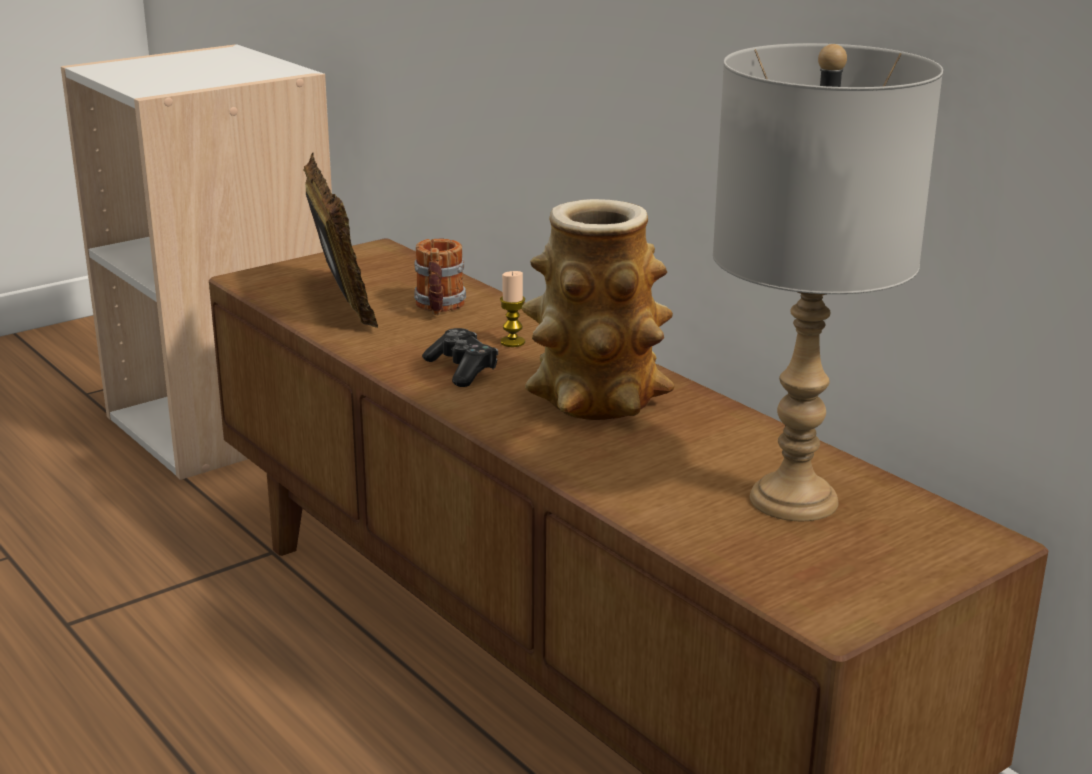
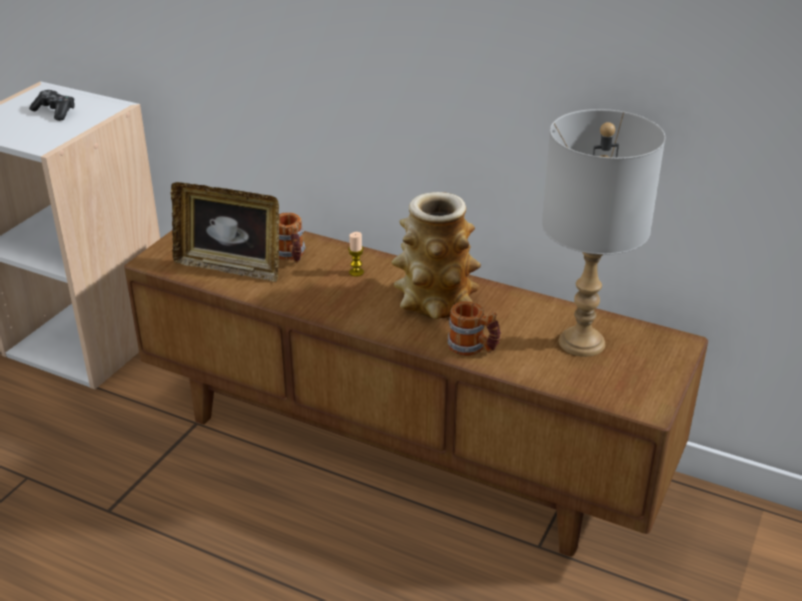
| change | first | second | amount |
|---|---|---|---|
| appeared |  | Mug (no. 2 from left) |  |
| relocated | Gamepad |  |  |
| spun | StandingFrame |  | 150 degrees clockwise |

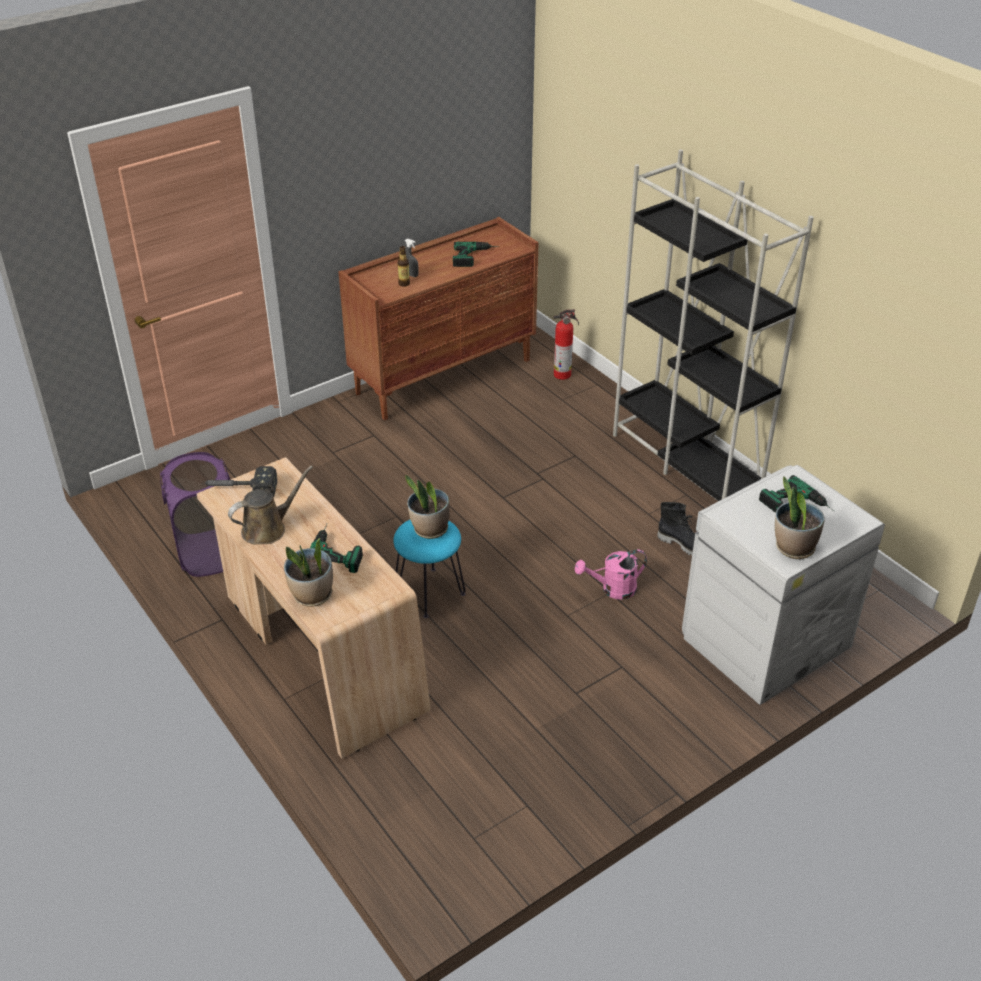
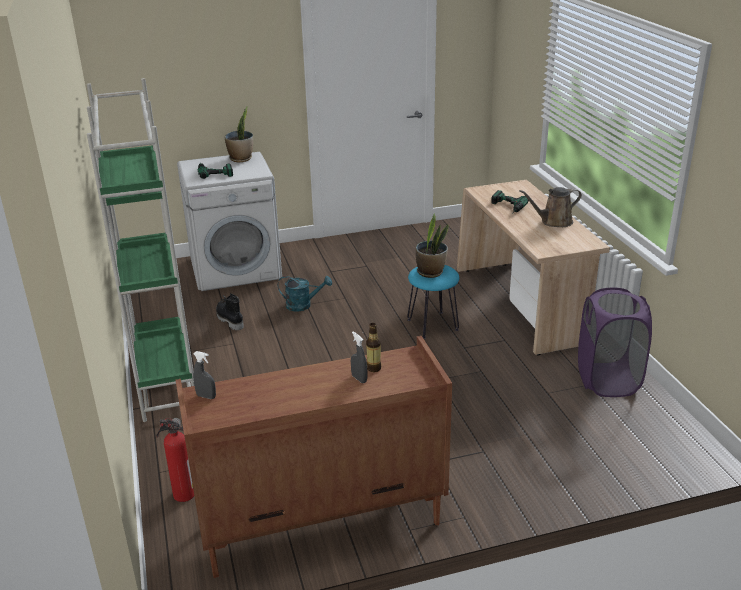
| change | first | second | amount |
|---|---|---|---|
| missing | HandHammer |  |  |
| missing | PlantInAPot (no. 1 from left) |  |  |
| missing | ElectricDrill (no. 2 from left) |  |  |
| appeared |  | GraySprayBottle (no. 1 from left) |  |
| colour | PinkishSprinklingCan | TurquoiseColouredSprinklingCan |  |
| colour | BlackShelvingUnit | GreenShelvingUnit |  |

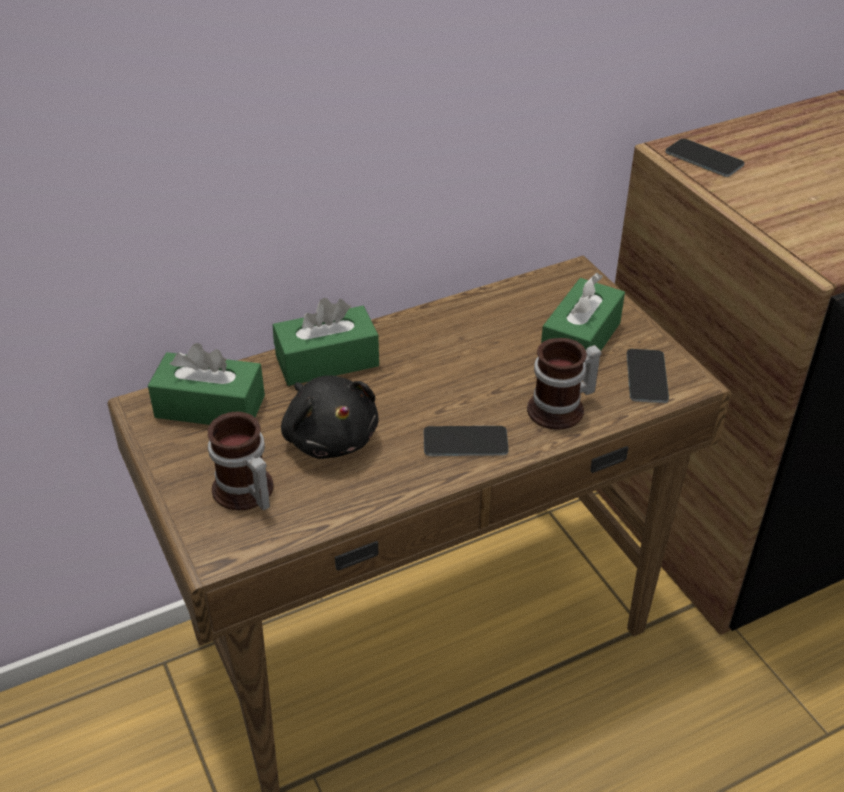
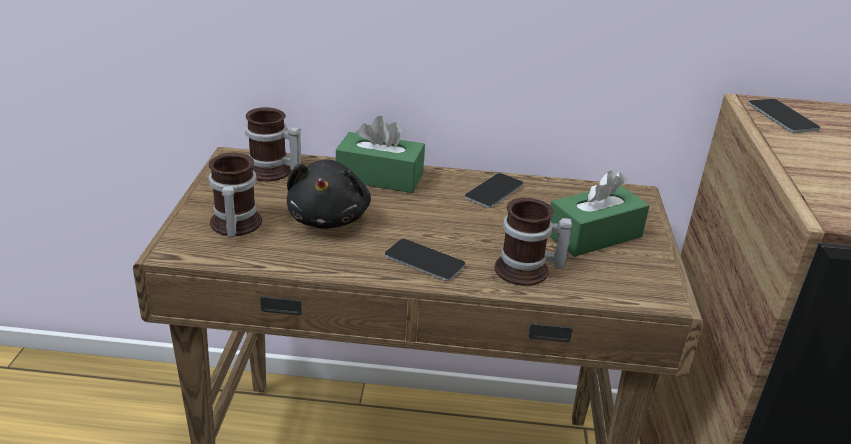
| change | first | second | amount |
|---|---|---|---|
| relocated | Telephone (no. 2 from left) |  |  |
| exchanged | GreenBoxOfTissues (no. 1 from left) | Mug (no. 2 from left) |  |

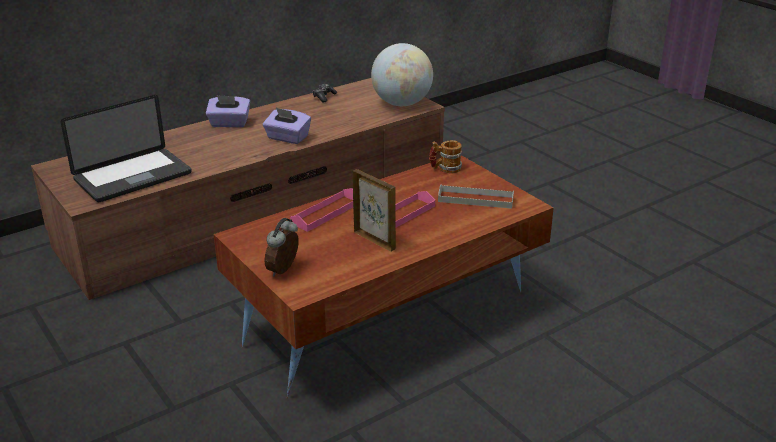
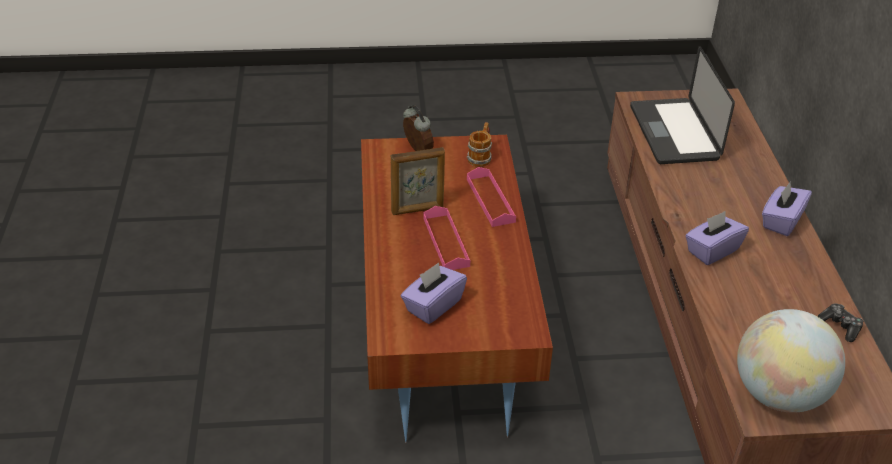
| change | first | second | amount |
|---|---|---|---|
| relocated | Mug |  |  |
| exchanged | GrayTray | PurpleColouredBoxOfTissues (no. 1 from left) |  |

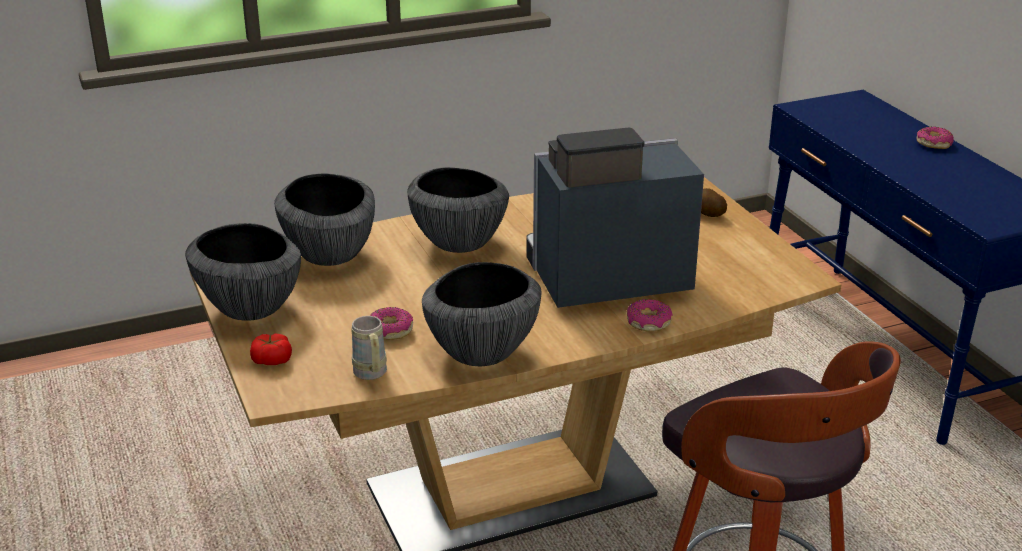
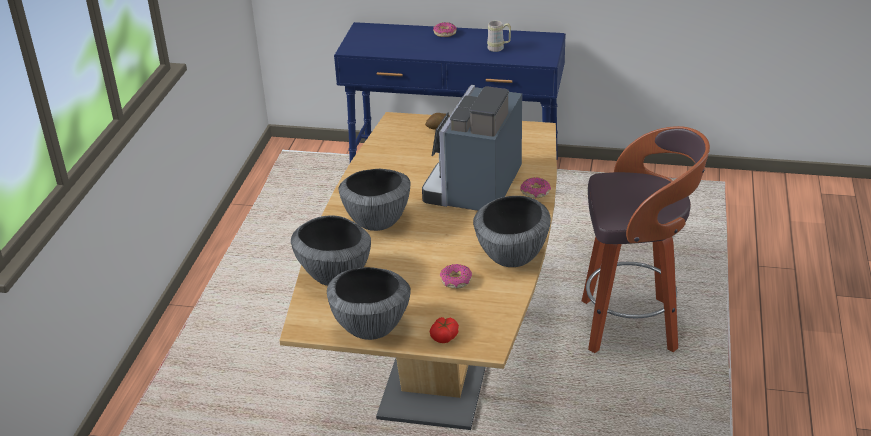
| change | first | second | amount |
|---|---|---|---|
| relocated | SandColouredMug |  |  |

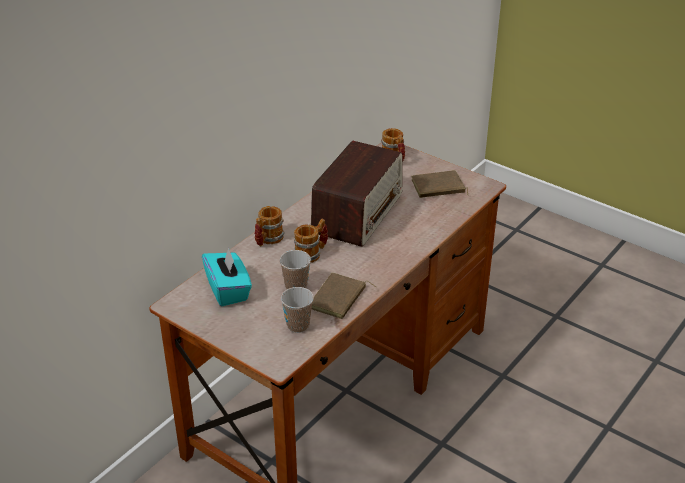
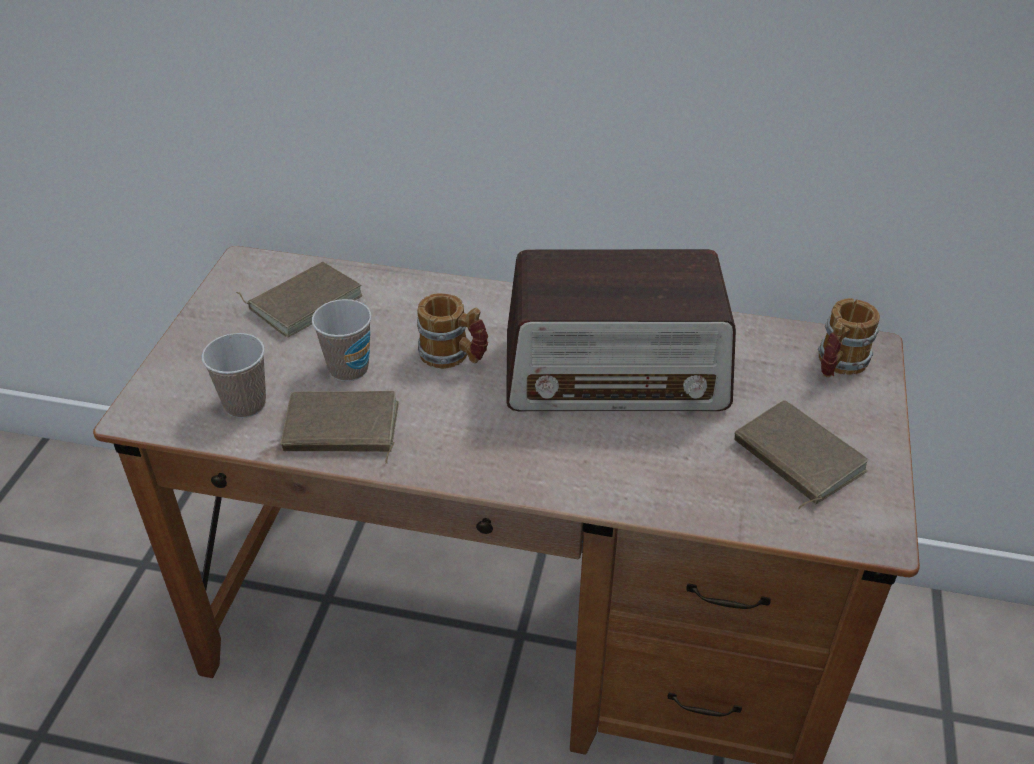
| change | first | second | amount |
|---|---|---|---|
| missing | Mug (no. 1 from left) |  |  |
| exchanged | TurquoiseColouredBoxOfTissues | BrownishVolume (no. 1 from left) |  |

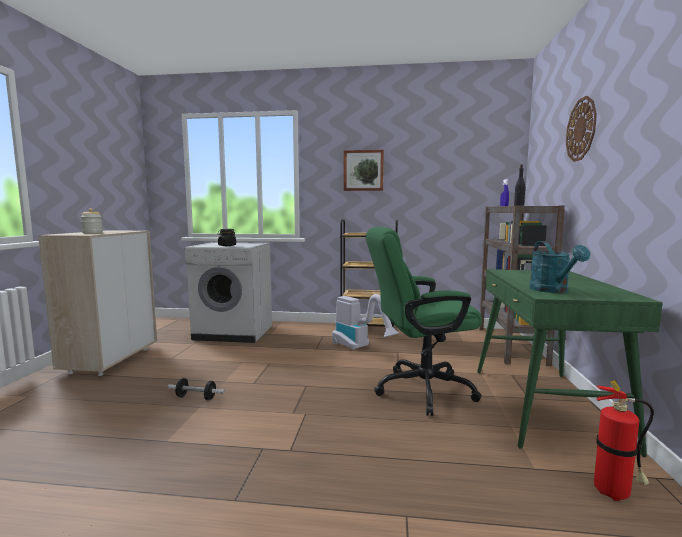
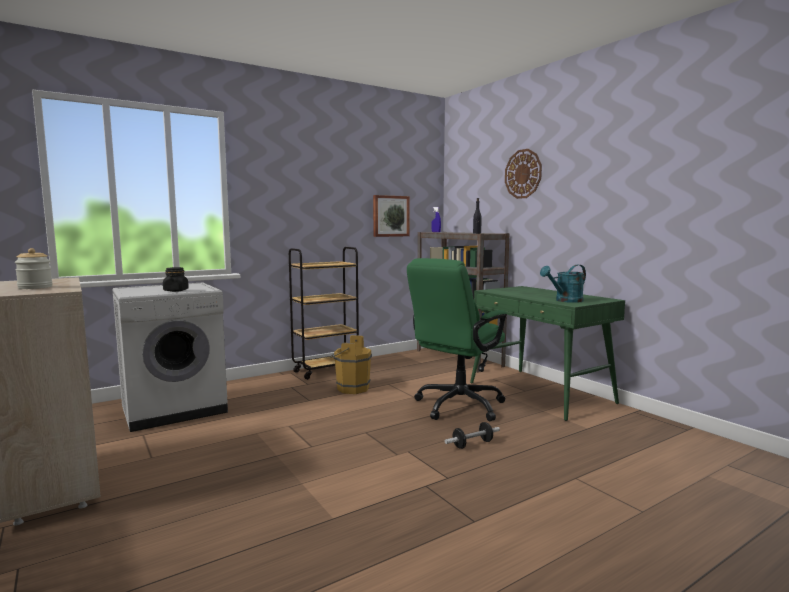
| change | first | second | amount |
|---|---|---|---|
| missing | FireExtinguisher |  |  |
| relocated | Dumbbell |  |  |
| relocated | WallArt |  |  |
| exchanged | Vacuum | BrownishBucket |  |
| spun | TurquoiseColouredSprinklingCan |  | 105 degrees clockwise |

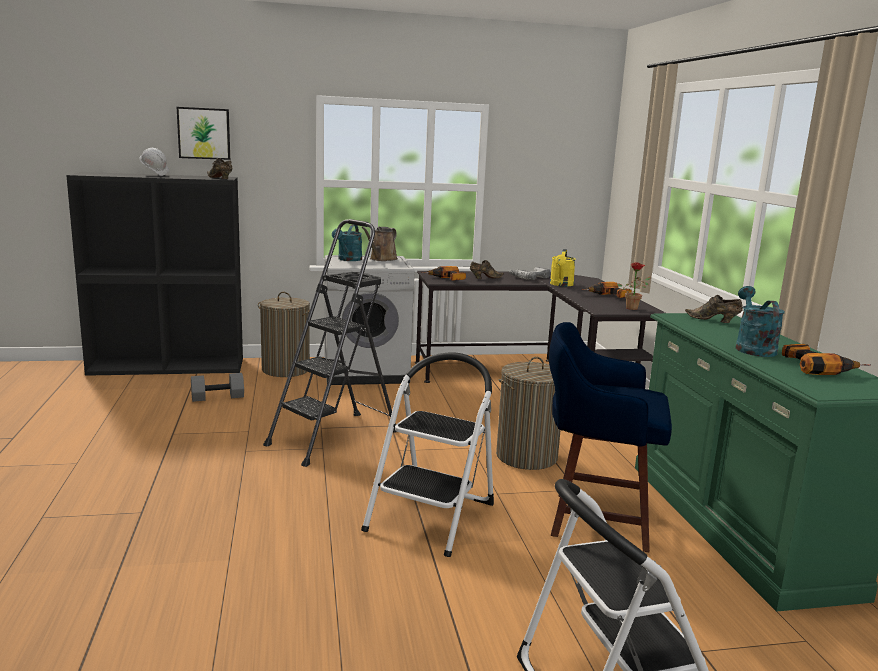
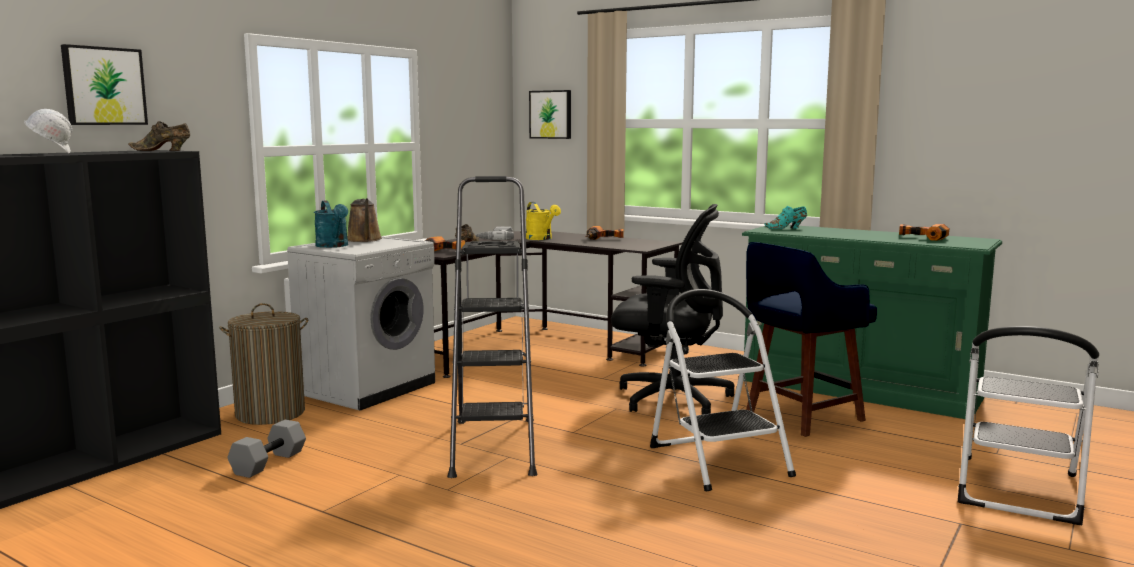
| change | first | second | amount |
|---|---|---|---|
| missing | PlantInAPot |  |  |
| missing | TurquoiseColouredSprinklingCan (no. 2 from left) |  |  |
| appeared |  | WallArt (no. 2 from left) |  |
| exchanged | Hamper (no. 2 from left) | BlackDeskChair |  |
| colour | BrownishShoe (no. 3 from left) | TurquoiseColouredShoe |  |

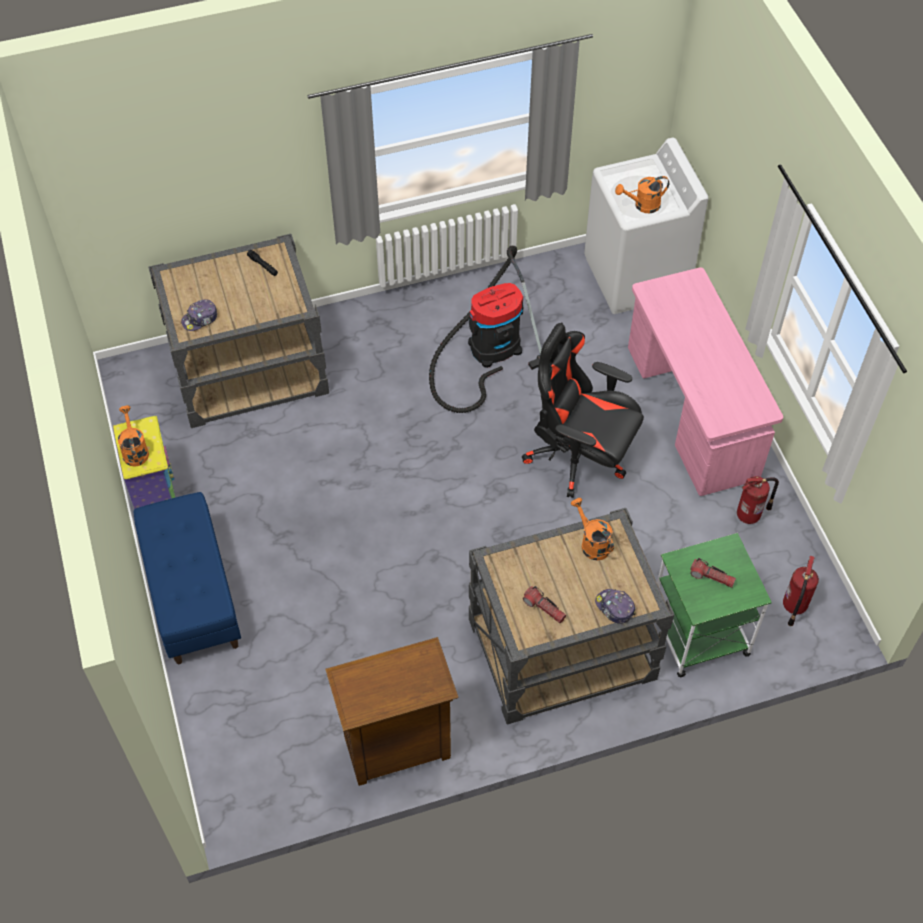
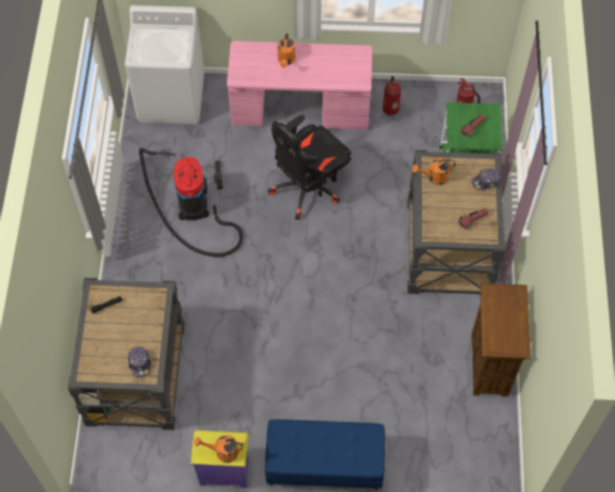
| change | first | second | amount |
|---|---|---|---|
| relocated | OrangeSprinklingCan (no. 3 from left in the first image) | OrangeSprinklingCan (no. 2 from left) |  |

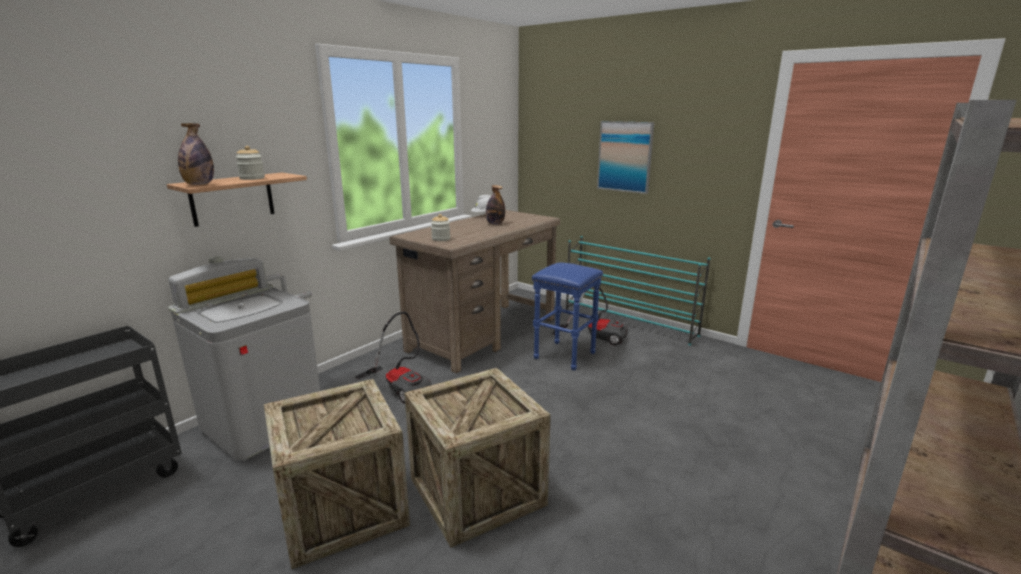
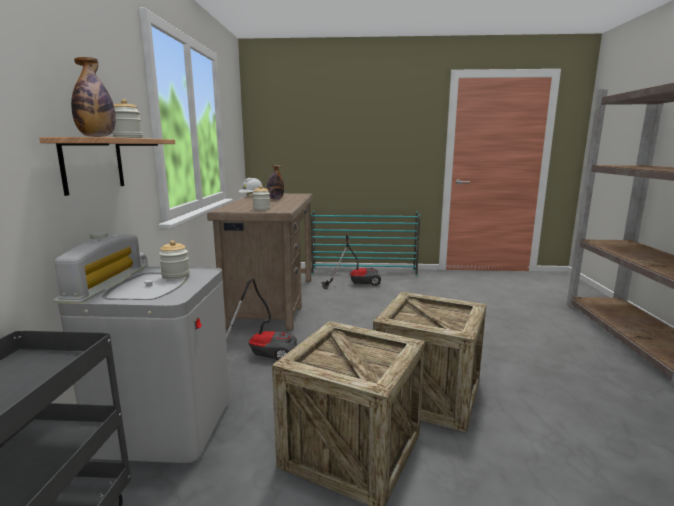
| change | first | second | amount |
|---|---|---|---|
| missing | BluishStool |  |  |
| missing | WallArt |  |  |
| appeared |  | Jar (no. 2 from left) |  |

